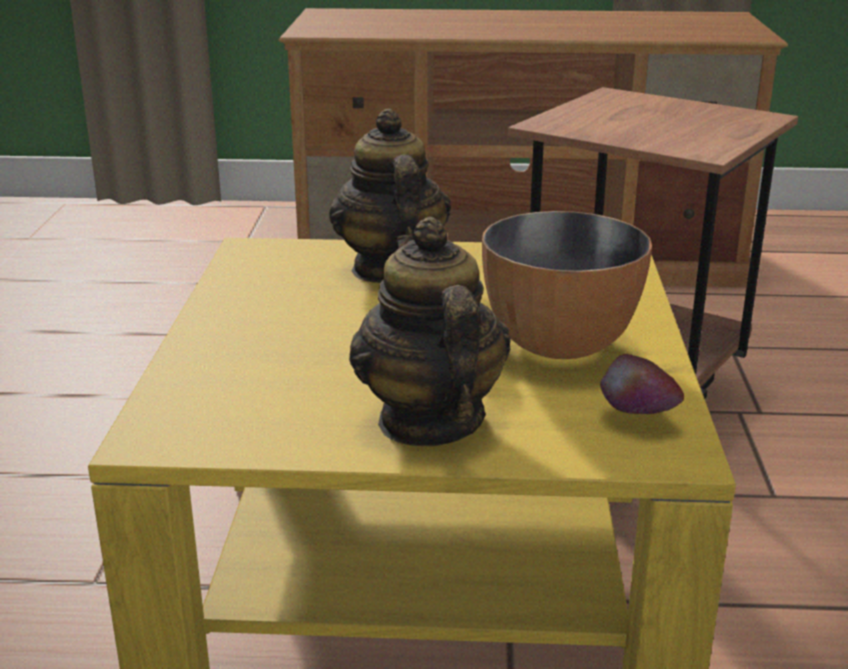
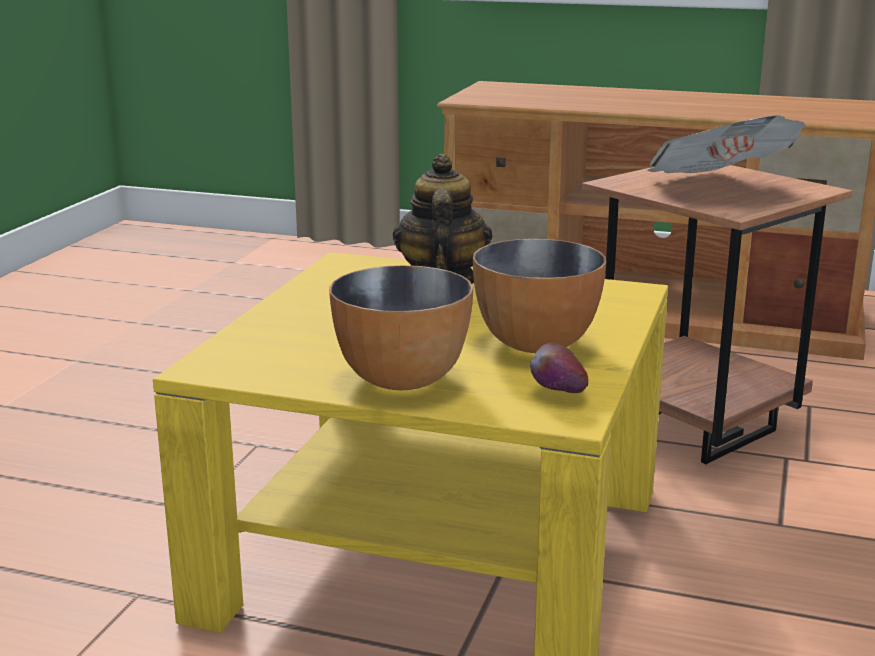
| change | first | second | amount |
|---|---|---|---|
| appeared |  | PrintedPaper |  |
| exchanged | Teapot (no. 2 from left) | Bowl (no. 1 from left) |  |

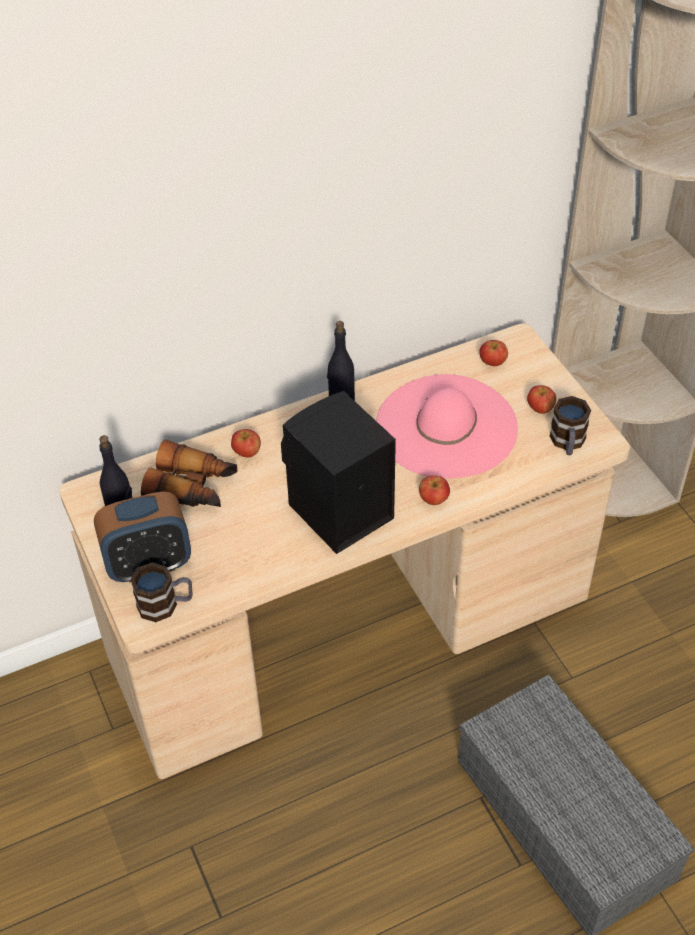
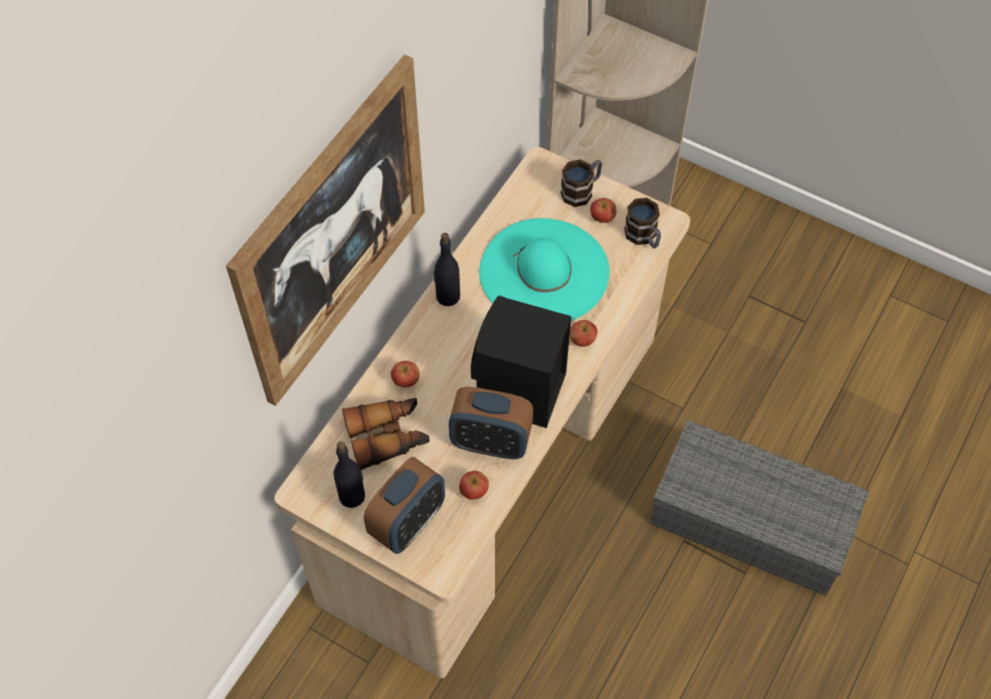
| change | first | second | amount |
|---|---|---|---|
| appeared |  | WallArt |  |
| appeared |  | TableClock (no. 2 from left) |  |
| relocated | Mug (no. 1 from left) |  |  |
| relocated | WholeApple (no. 3 from left in the first image) | WholeApple (no. 2 from left) |  |
| colour | PinkishWearableHat | TurquoiseColouredWearableHat |  |

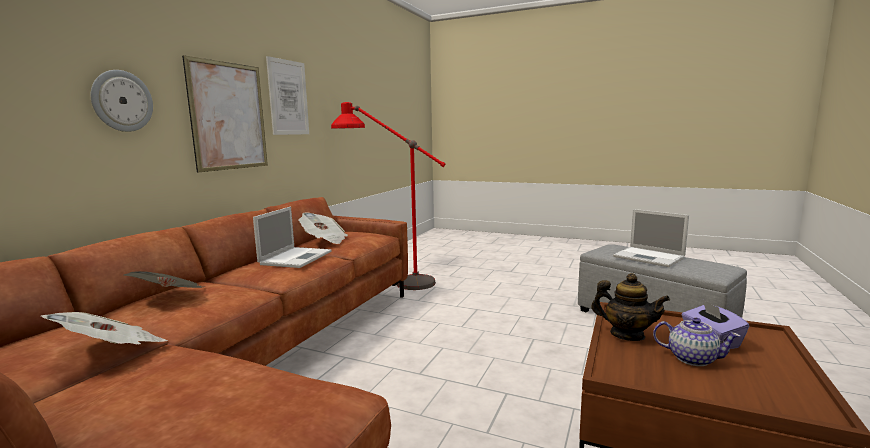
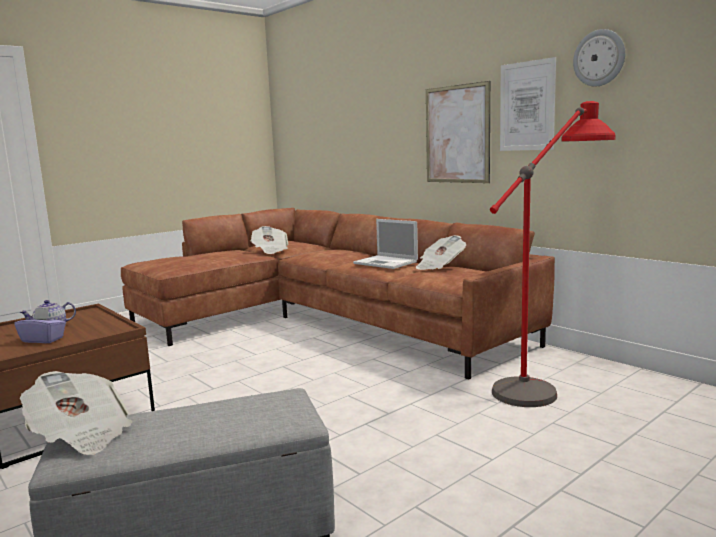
| change | first | second | amount |
|---|---|---|---|
| missing | Teapot (no. 1 from left) |  |  |
| missing | NotebookComputer (no. 2 from left) |  |  |
| relocated | ClockOnTheWall |  |  |
| relocated | PrintedPaper (no. 2 from left in the first image) | PrintedPaper (no. 1 from left) |  |

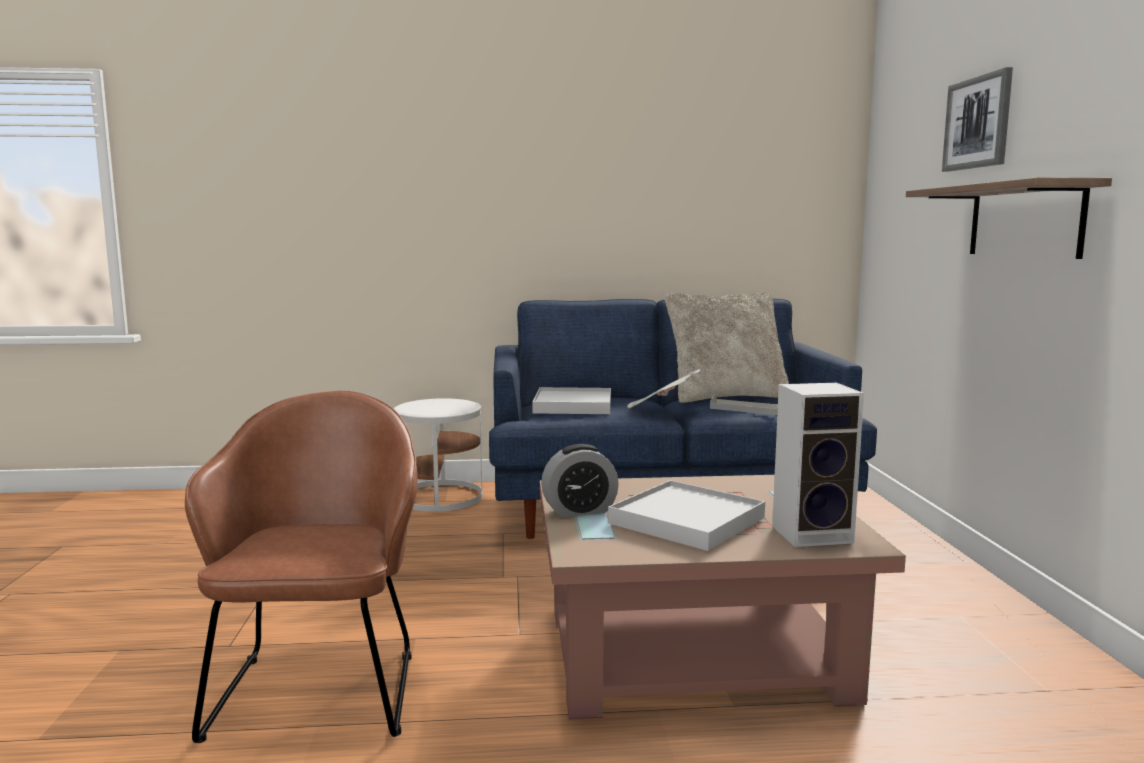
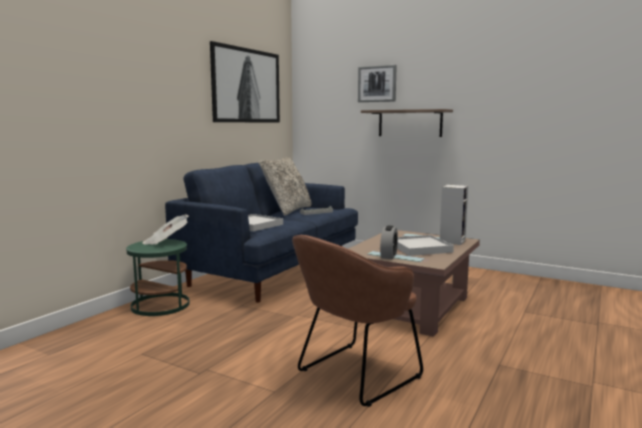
| change | first | second | amount |
|---|---|---|---|
| appeared |  | WallArt (no. 1 from left) |  |
| relocated | PrintedPaper |  |  |
| colour | WhiteColouredEndTable | GreenEndTable |  |
| spun | BrownishArmchair |  | 75 degrees counterclockwise |

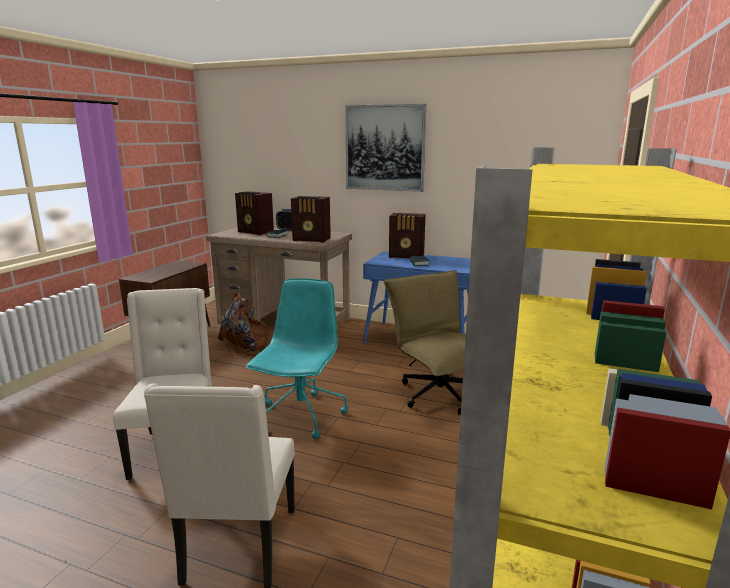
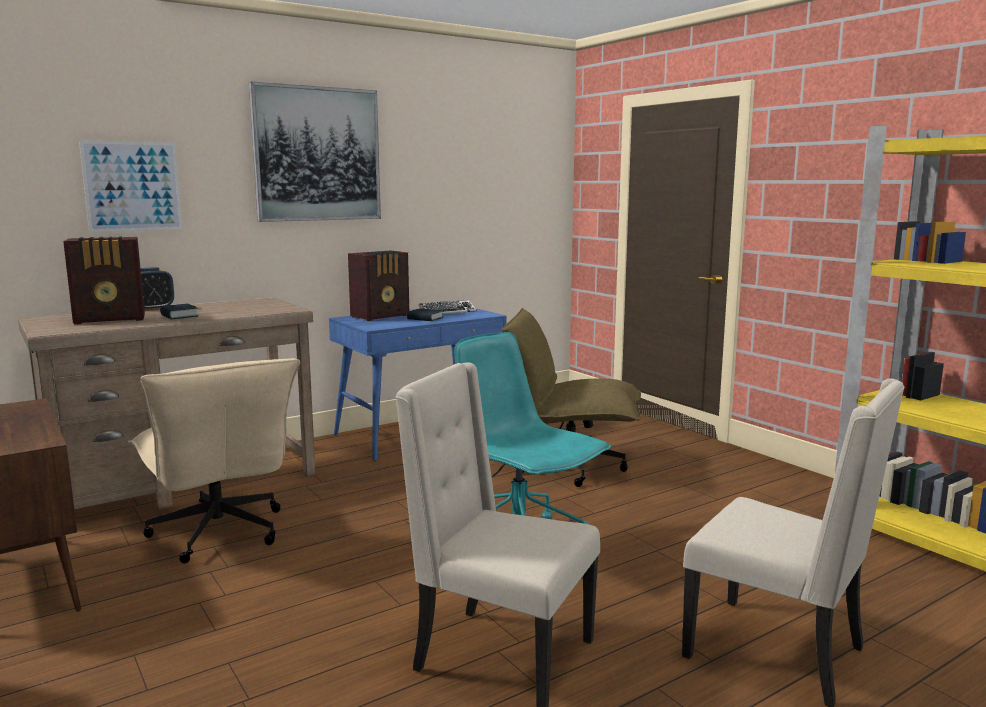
| change | first | second | amount |
|---|---|---|---|
| missing | Radio (no. 2 from left) |  |  |
| appeared |  | WallArt (no. 1 from left) |  |
| appeared |  | ComputerKeyboard |  |
| exchanged | BrownishBackpack | SandColouredDeskChair (no. 1 from left) |  |

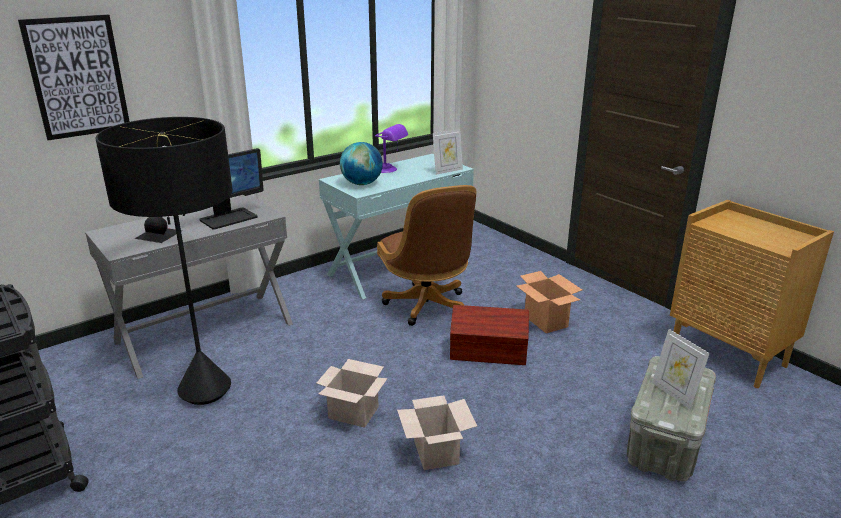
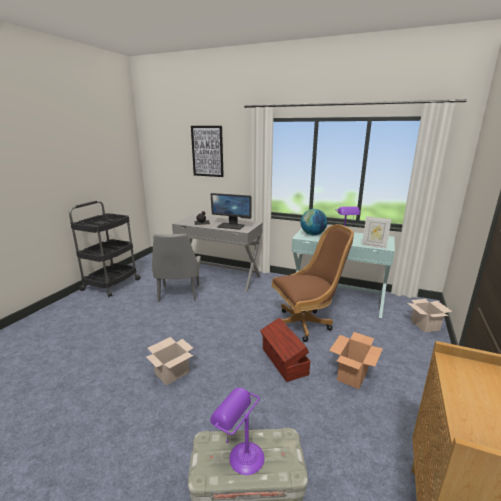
| change | first | second | amount |
|---|---|---|---|
| relocated | Carton (no. 1 from left in the first image) | Carton (no. 3 from left) |  |
| exchanged | BlackFloorLamp | GrayPlainChair |  |
| exchanged | StandingFrame (no. 2 from left) | PurpleColouredLampForATable (no. 1 from left) |  |
| spun | BrownishDeskChair |  | 150 degrees counterclockwise |

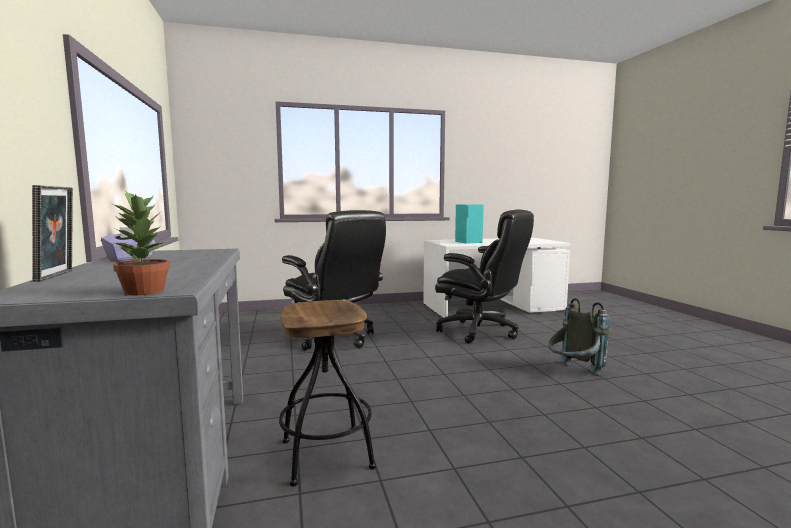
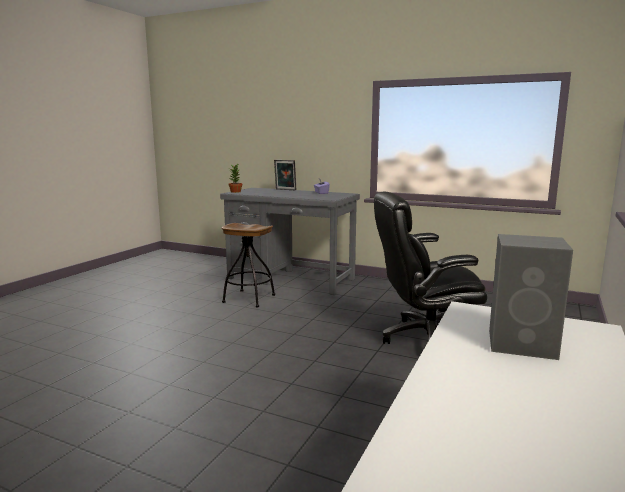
| change | first | second | amount |
|---|---|---|---|
| missing | BlackDeskChair (no. 2 from left) |  |  |
| missing | GrayBackpack |  |  |
| colour | TurquoiseColouredSpeaker | GraySpeaker |  |

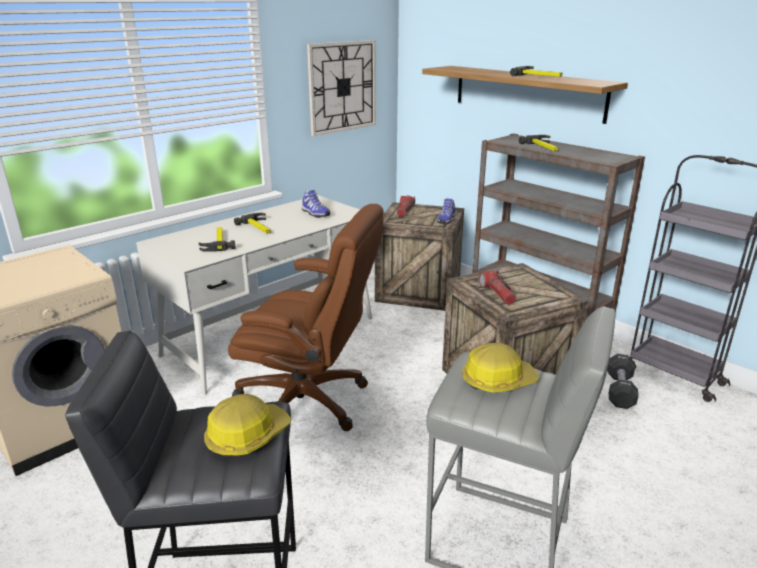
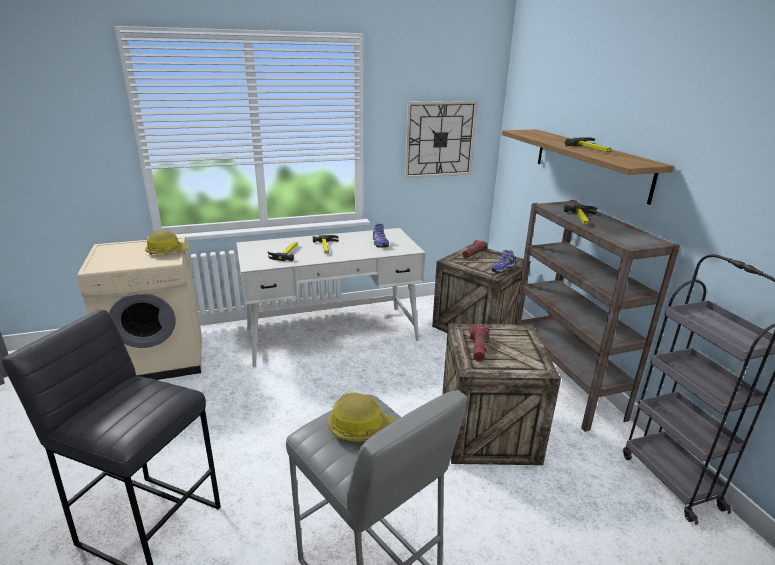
| change | first | second | amount |
|---|---|---|---|
| missing | BrownishDeskChair |  |  |
| missing | BlackDumbbell |  |  |
| relocated | SafetyHelmet (no. 1 from left) |  |  |

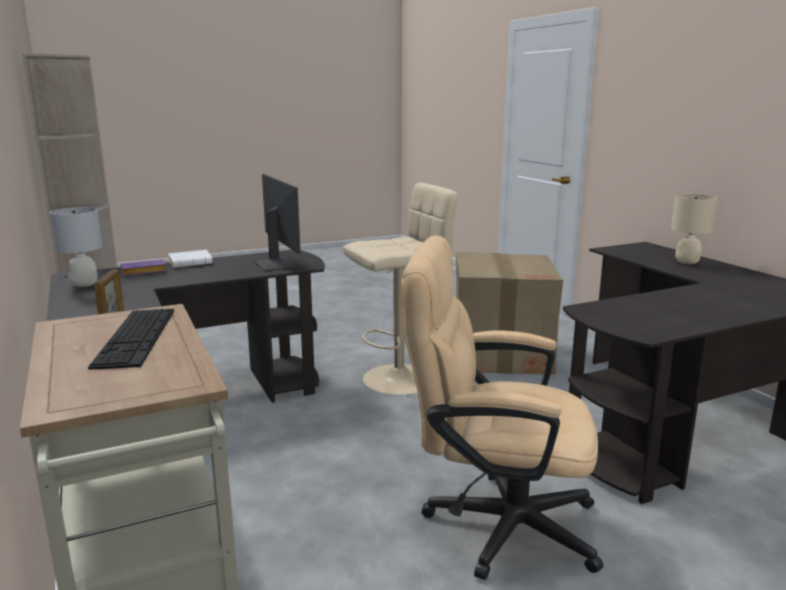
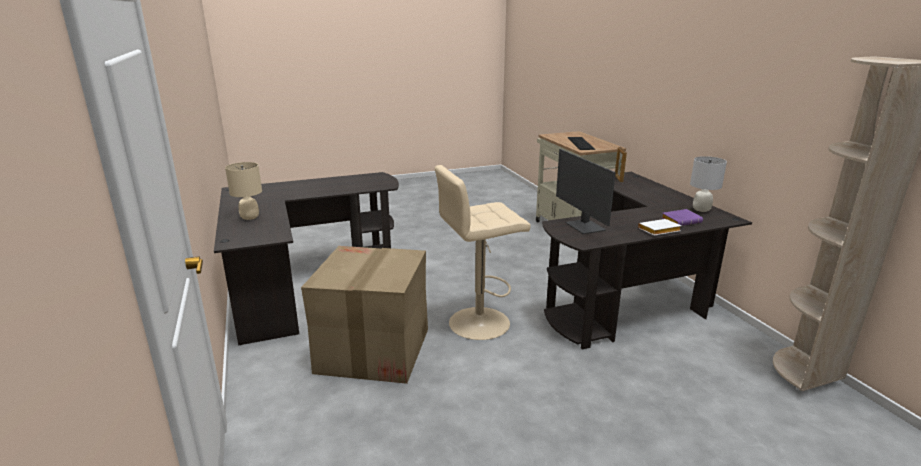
| change | first | second | amount |
|---|---|---|---|
| missing | SandColouredDeskChair |  |  |

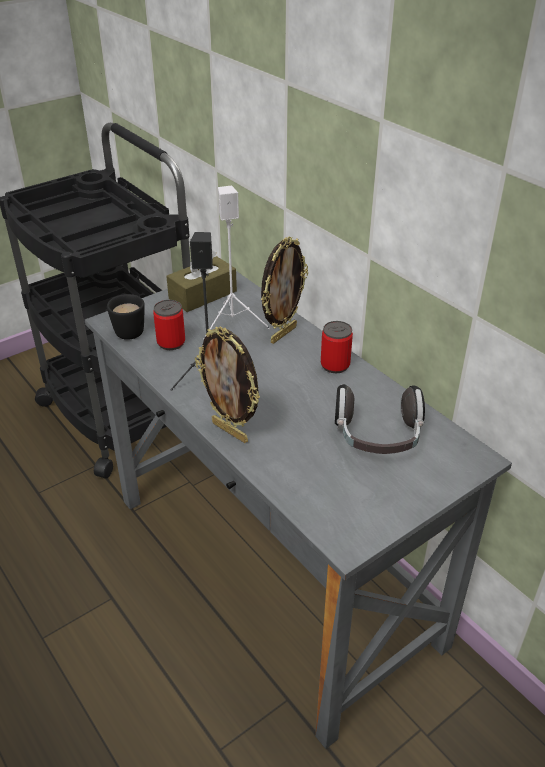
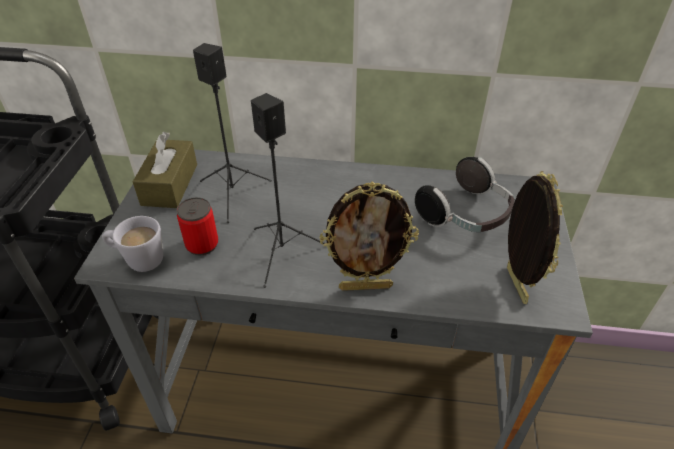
| change | first | second | amount |
|---|---|---|---|
| missing | MetalCan (no. 2 from left) |  |  |
| relocated | StandingFrame (no. 2 from left) |  |  |
| colour | BlackMug | WhiteColouredMug |  |
| colour | WhiteColouredSpeaker | BlackSpeaker (no. 1 from left) |  |

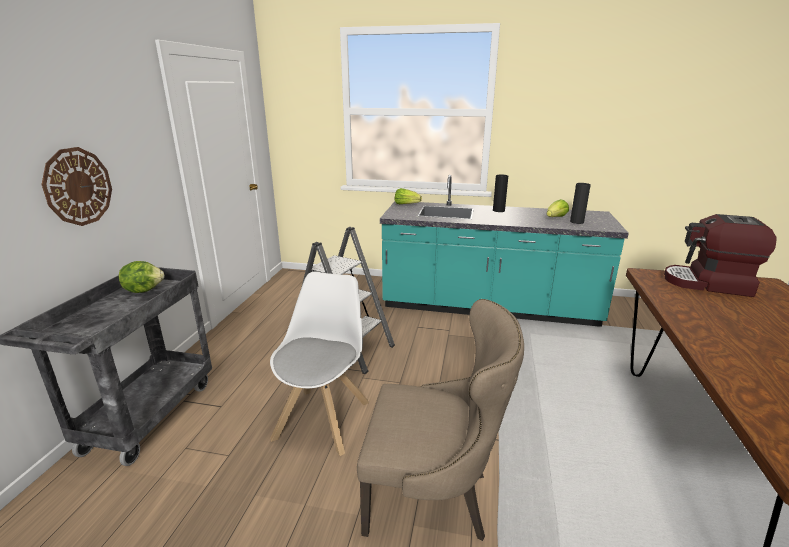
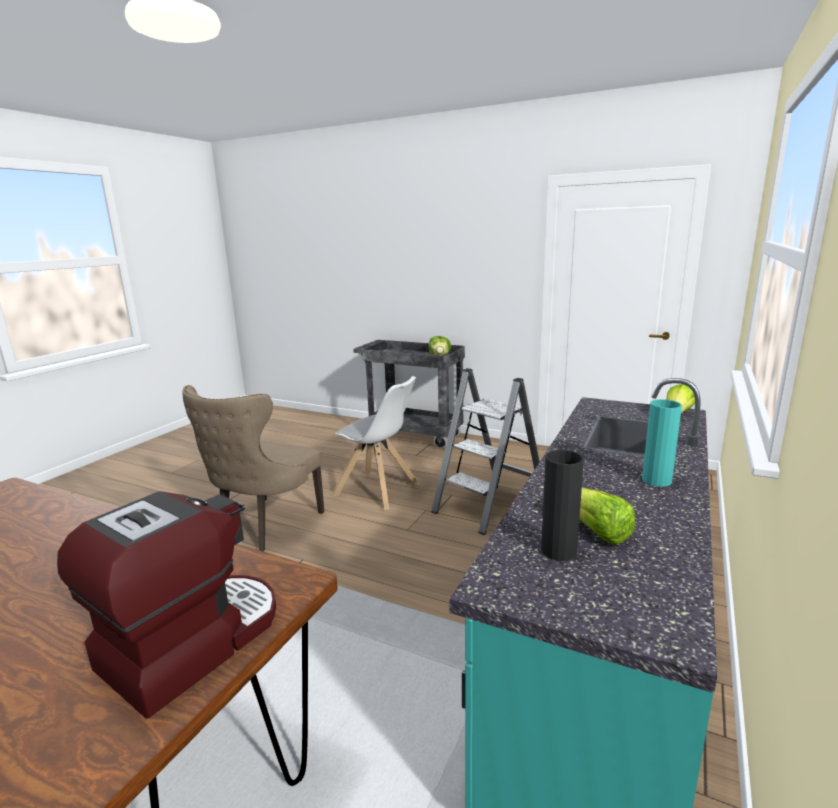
| change | first | second | amount |
|---|---|---|---|
| missing | ClockOnTheWall |  |  |
| colour | BlackDecorativeVase (no. 1 from left) | TurquoiseColouredDecorativeVase |  |

